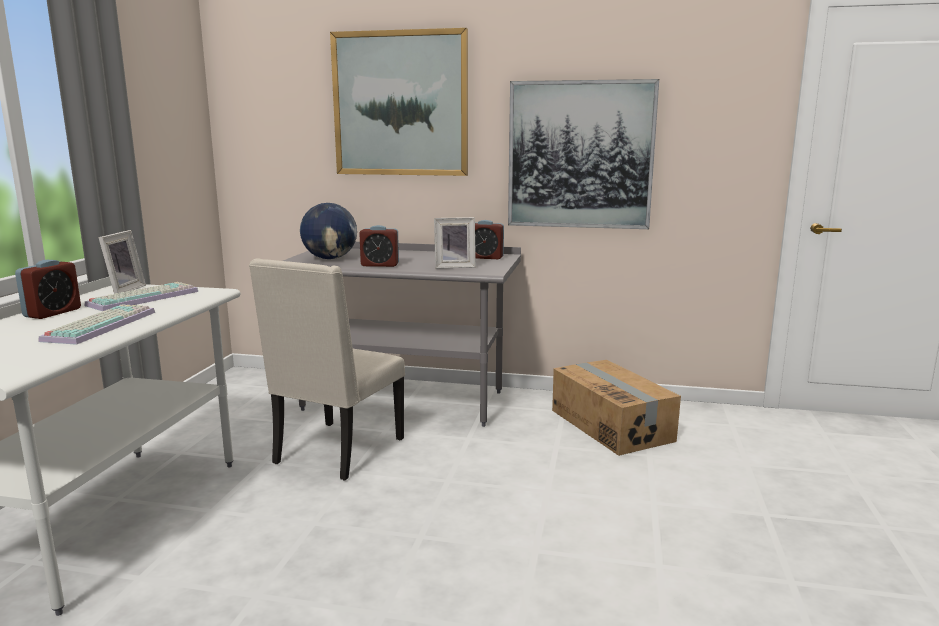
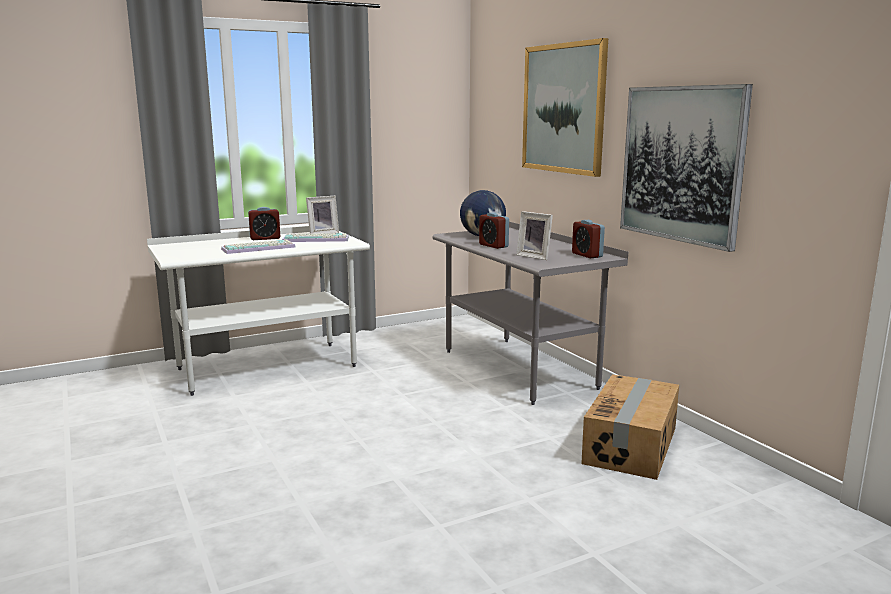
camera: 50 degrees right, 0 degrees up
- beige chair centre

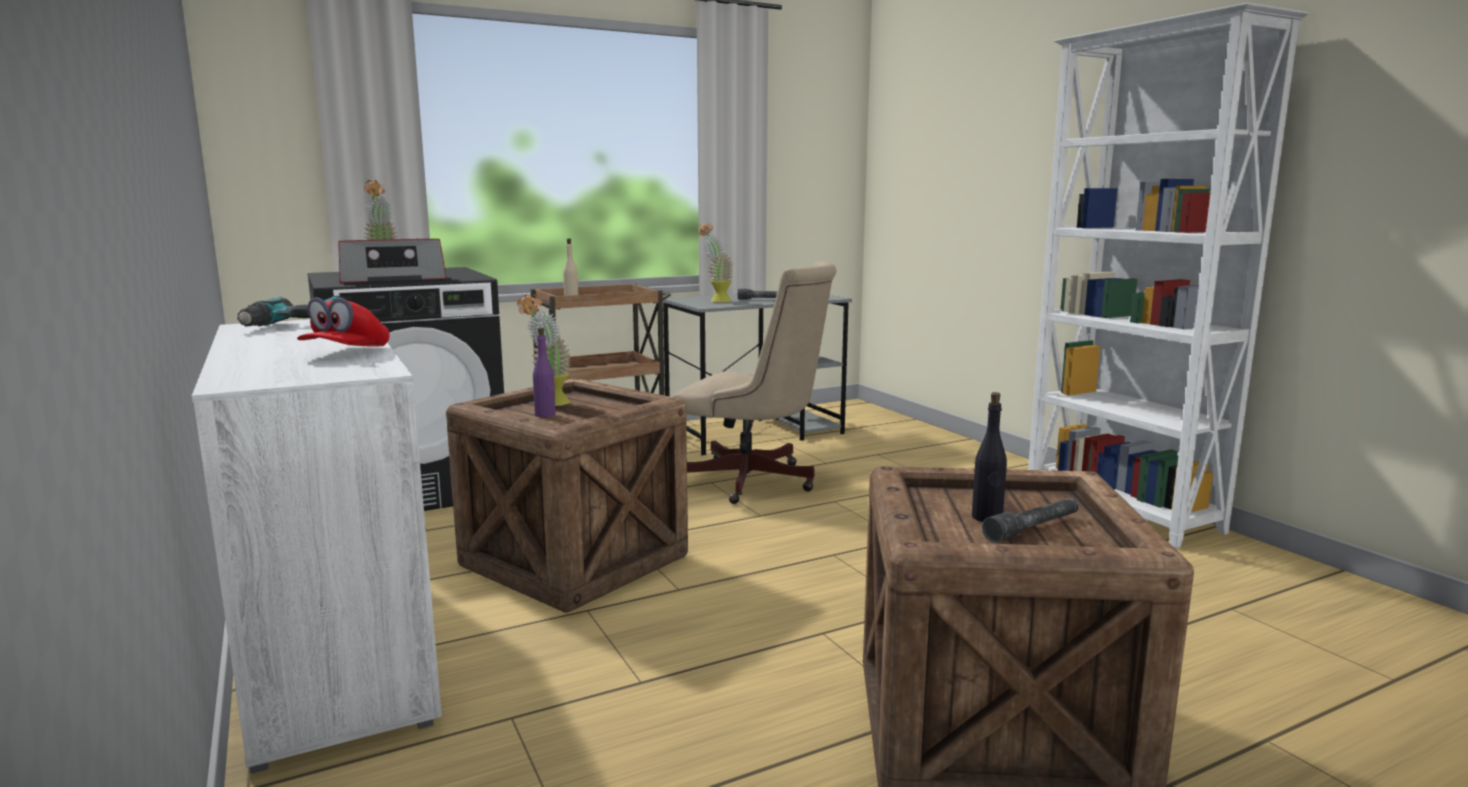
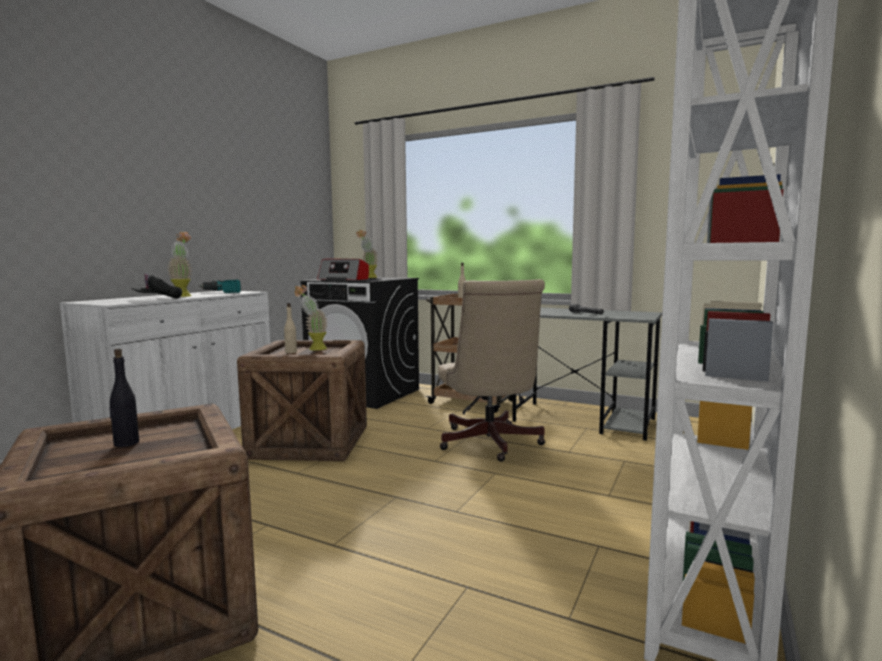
camera: 55 degrees right, 5 degrees down
- grey flashlight (no. 2 from left) middle right
~ potted plant (no. 3 from left in the first image) top centre to potted plant (no. 1 from left) middle left
~ red cap middle left to black cap middle left
~ purple bottle centre to beige bottle (no. 1 from left) middle left

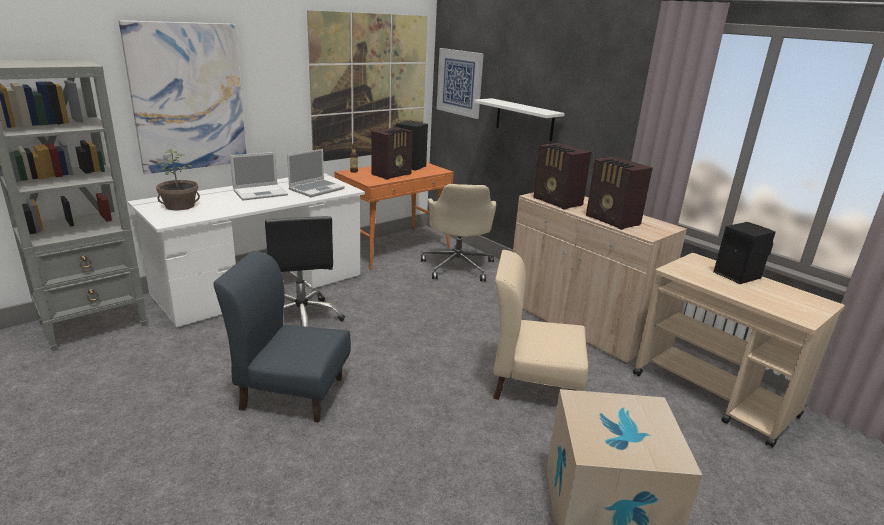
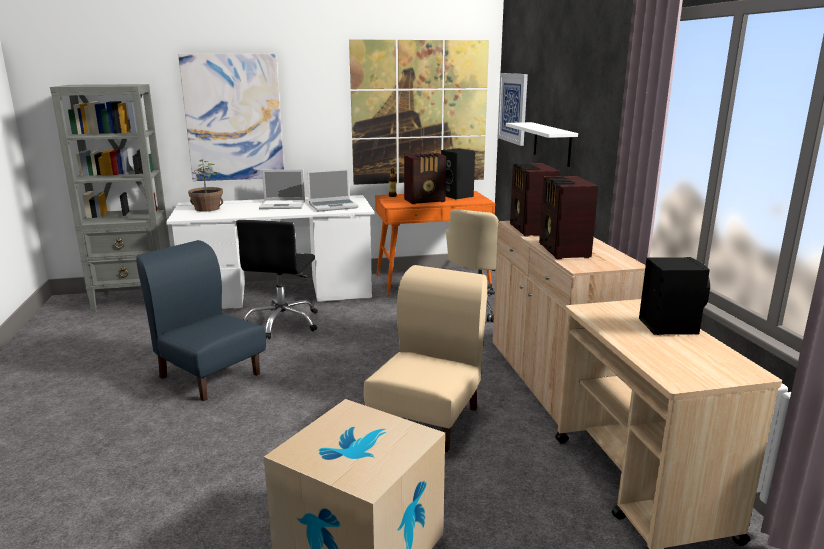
camera: 30 degrees right, 5 degrees down
~ beige chair centre = centre 75 degrees clockwise

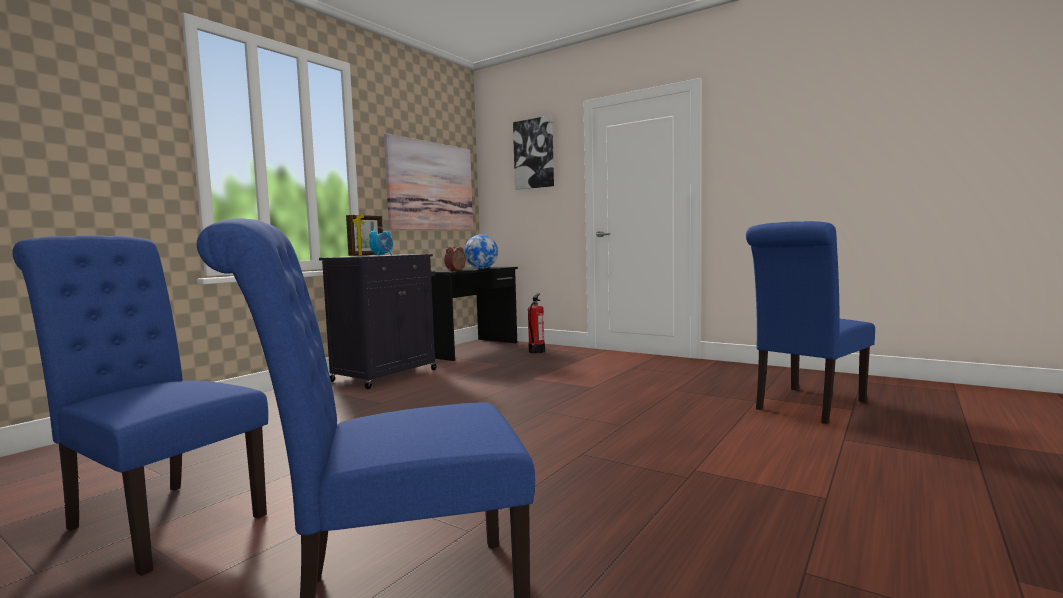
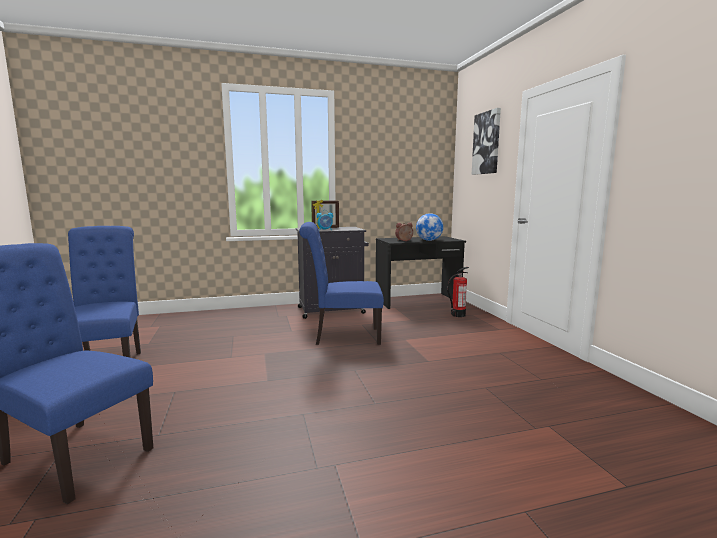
camera: 40 degrees right, 5 degrees up
- picture (no. 1 from left) top centre
~ blue chair (no. 3 from left) middle right to centre

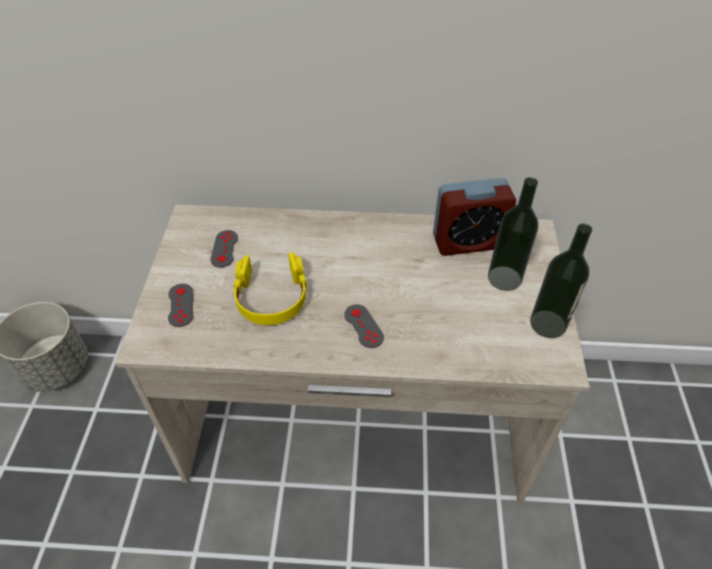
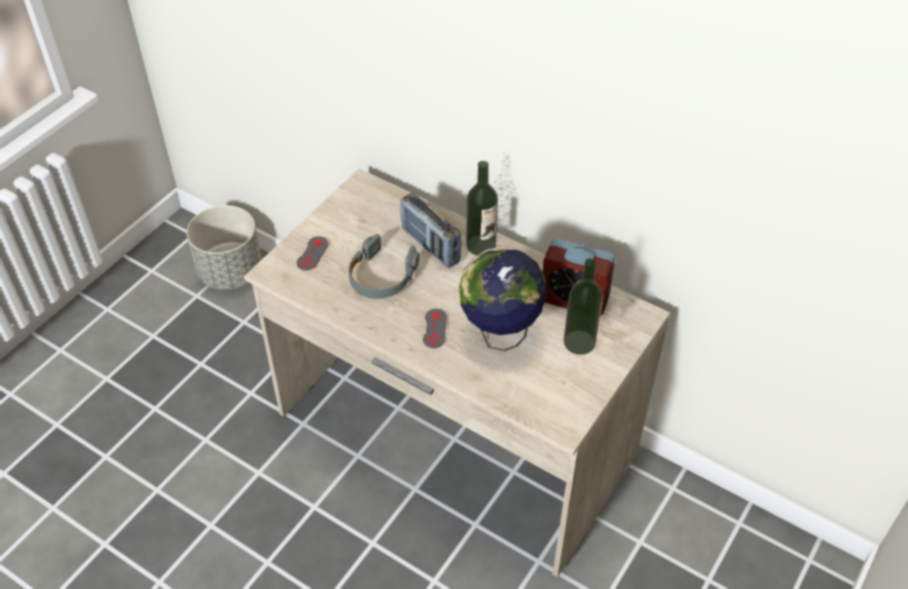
camera: 30 degrees right, 0 degrees up
- grey game controller (no. 2 from left) middle left
+ radio centre
+ globe centre
~ bottle (no. 2 from left in the first image) middle right to bottle (no. 1 from left) centre
~ yellow headphones centre to grey headphones centre

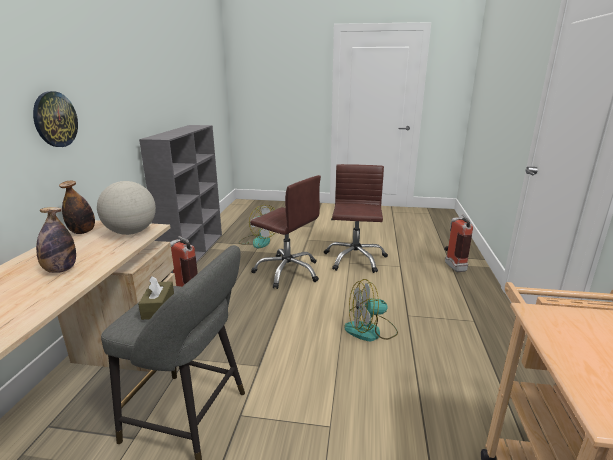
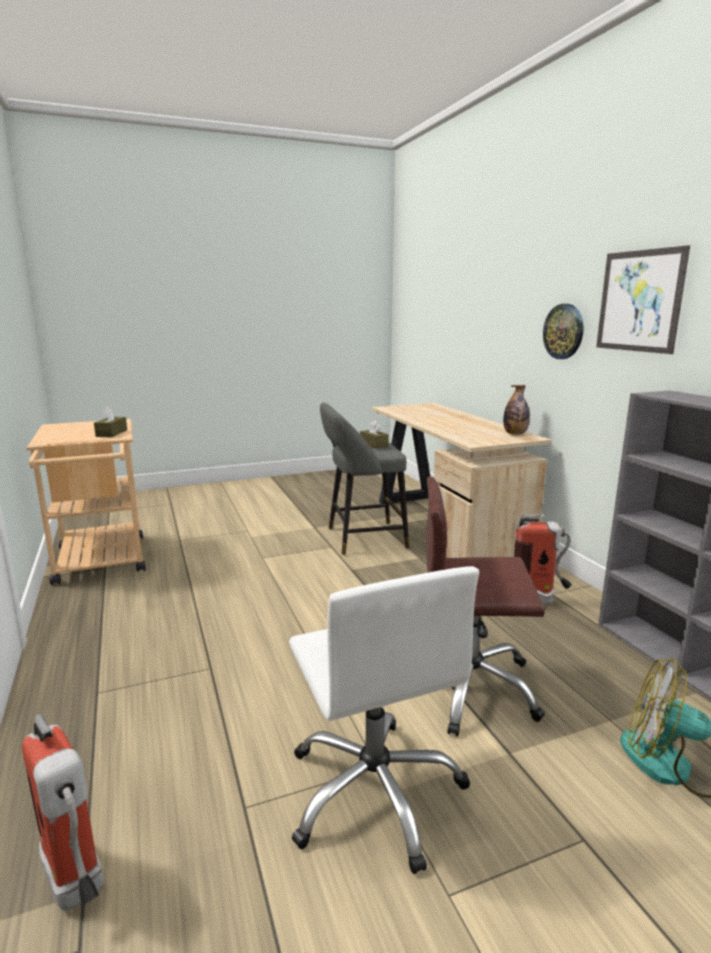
camera: 150 degrees right, 5 degrees down
- bottle (no. 1 from left) middle left
- globe middle left
- fan (no. 2 from left) bottom centre
+ brown tissue box (no. 1 from left) middle left
+ picture top right
~ brown office chair (no. 2 from left) centre to white office chair bottom centre

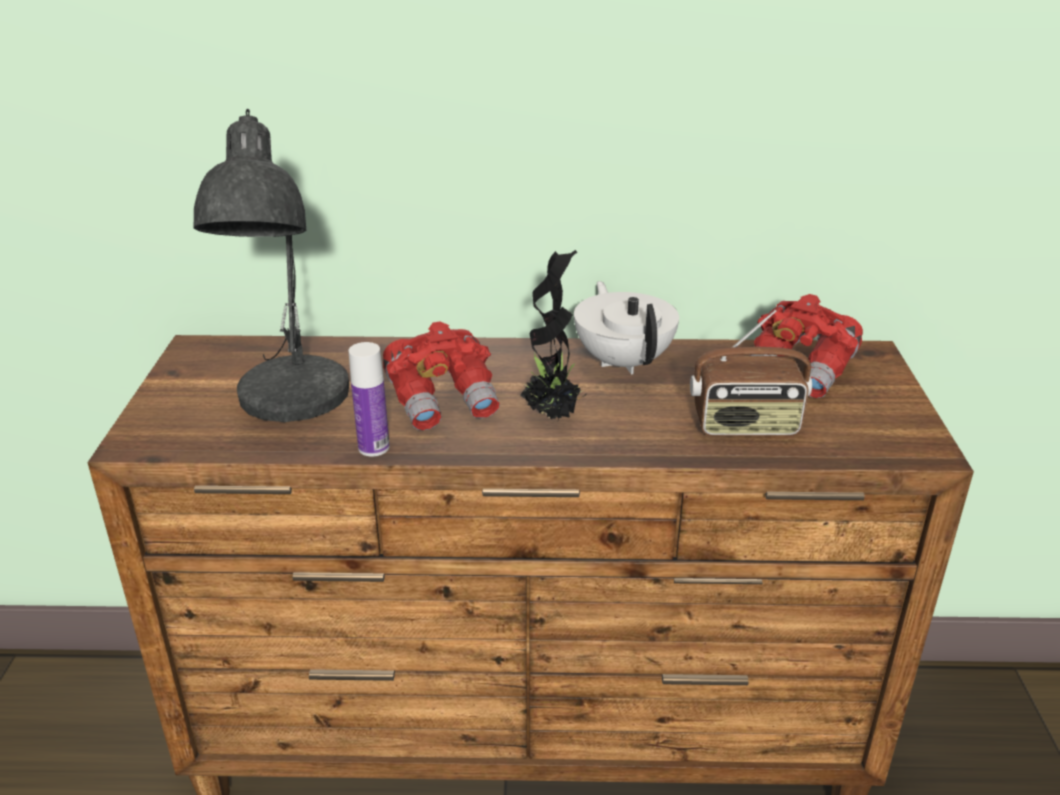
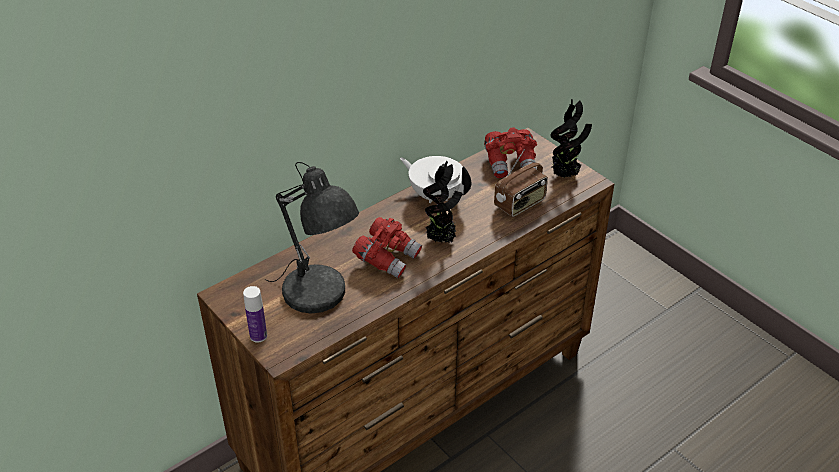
camera: 40 degrees left, 10 degrees up
+ potted plant (no. 2 from left) top right
~ bottle centre to middle left

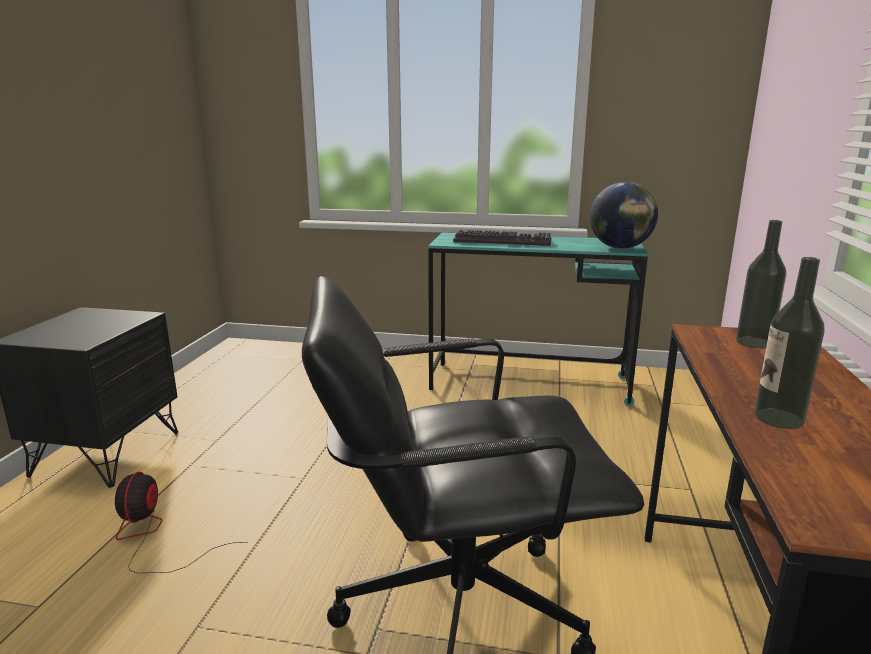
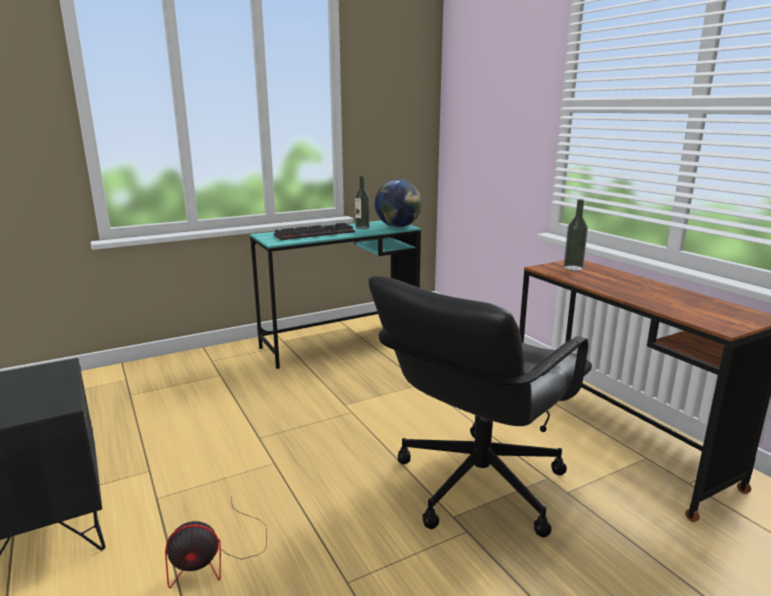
camera: 40 degrees left, 0 degrees up
~ bottle (no. 2 from left in the first image) middle right to bottle (no. 1 from left) centre
~ fan bottom left = bottom left 60 degrees counterclockwise

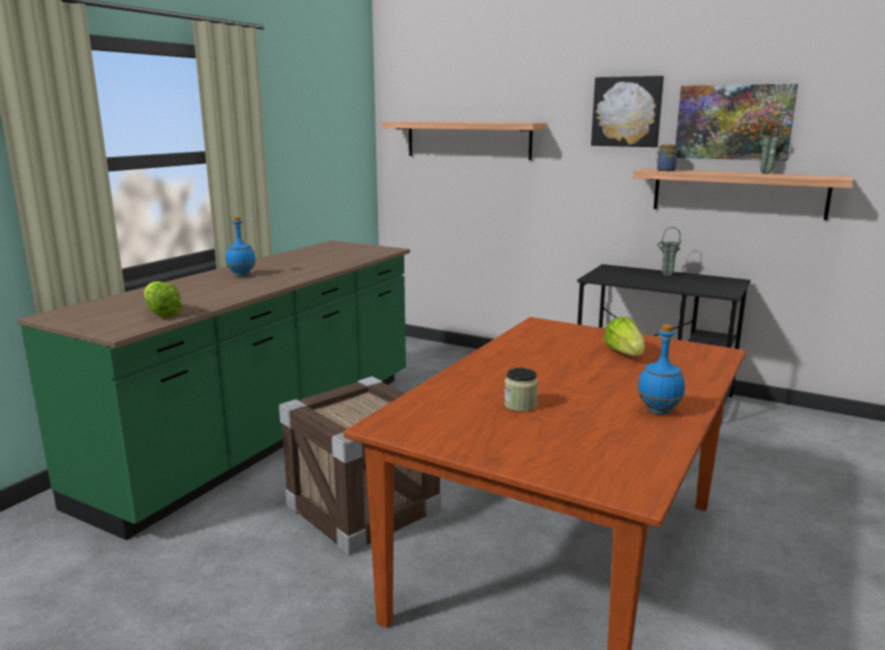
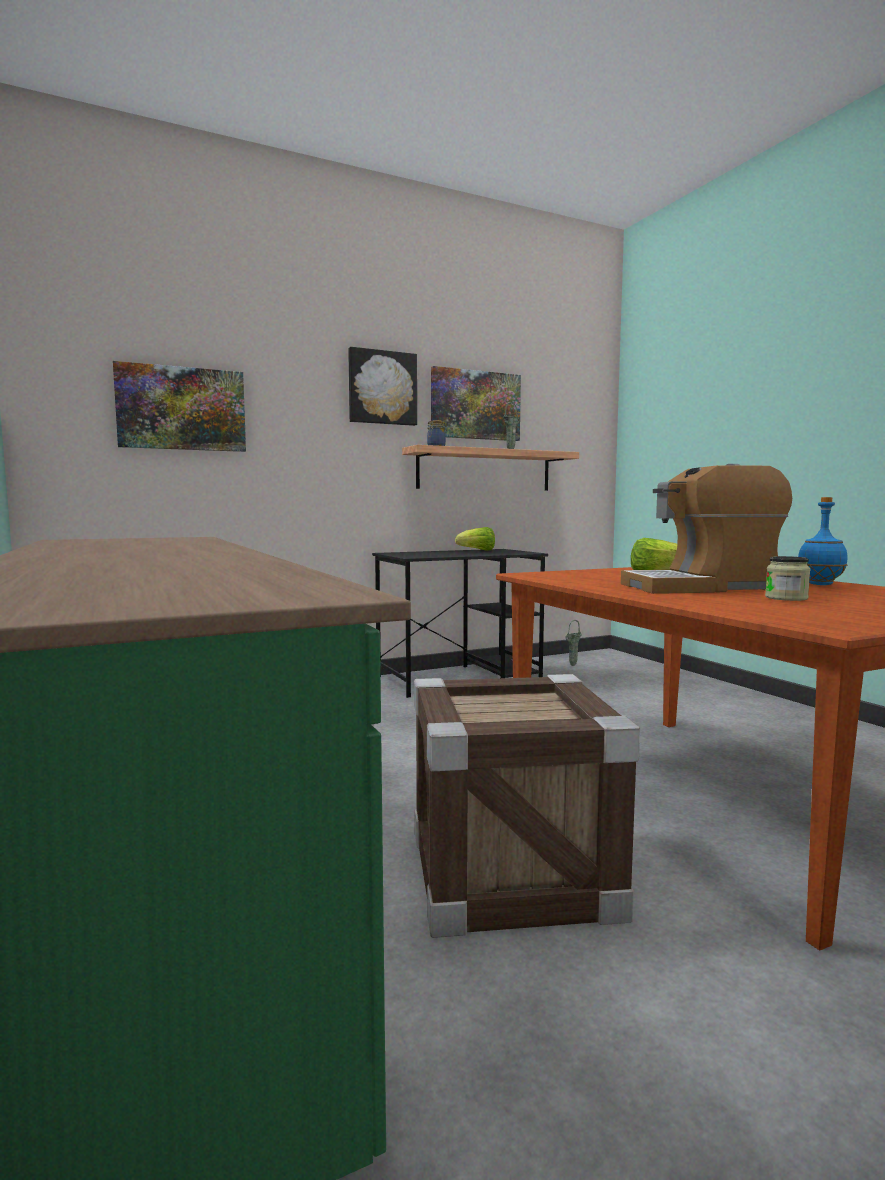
camera: 55 degrees left, 10 degrees down
- blue bottle (no. 1 from left) middle left
+ coffee machine middle right
~ lettuce (no. 1 from left) middle left to centre
~ green vase (no. 1 from left in the first image) middle right to green vase (no. 2 from left) centre
~ shelf (no. 1 from left) top centre to picture (no. 1 from left) middle left

